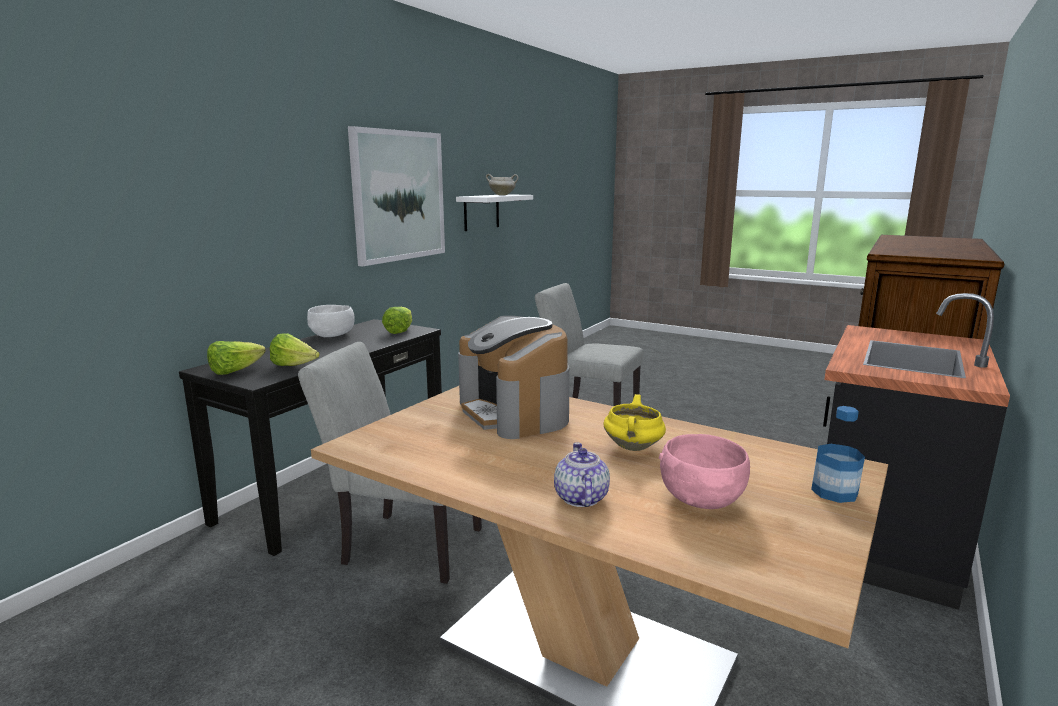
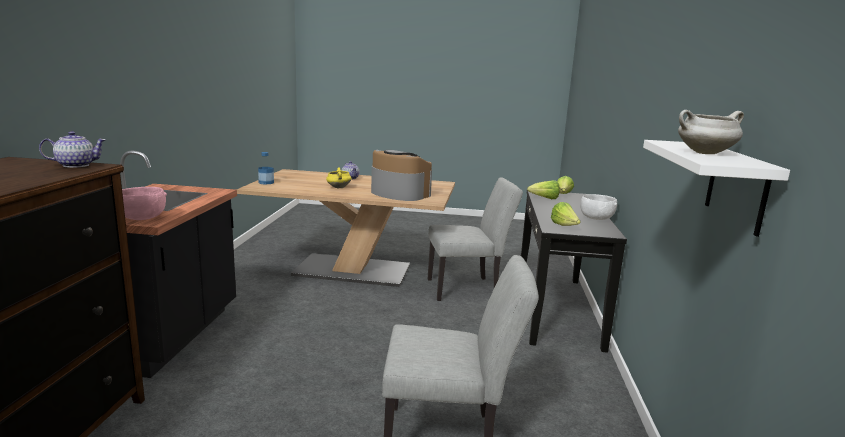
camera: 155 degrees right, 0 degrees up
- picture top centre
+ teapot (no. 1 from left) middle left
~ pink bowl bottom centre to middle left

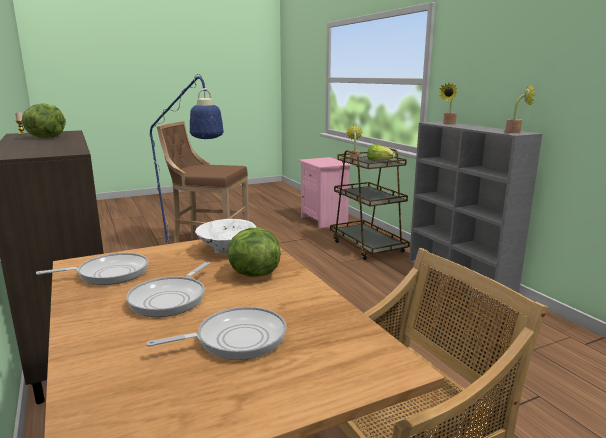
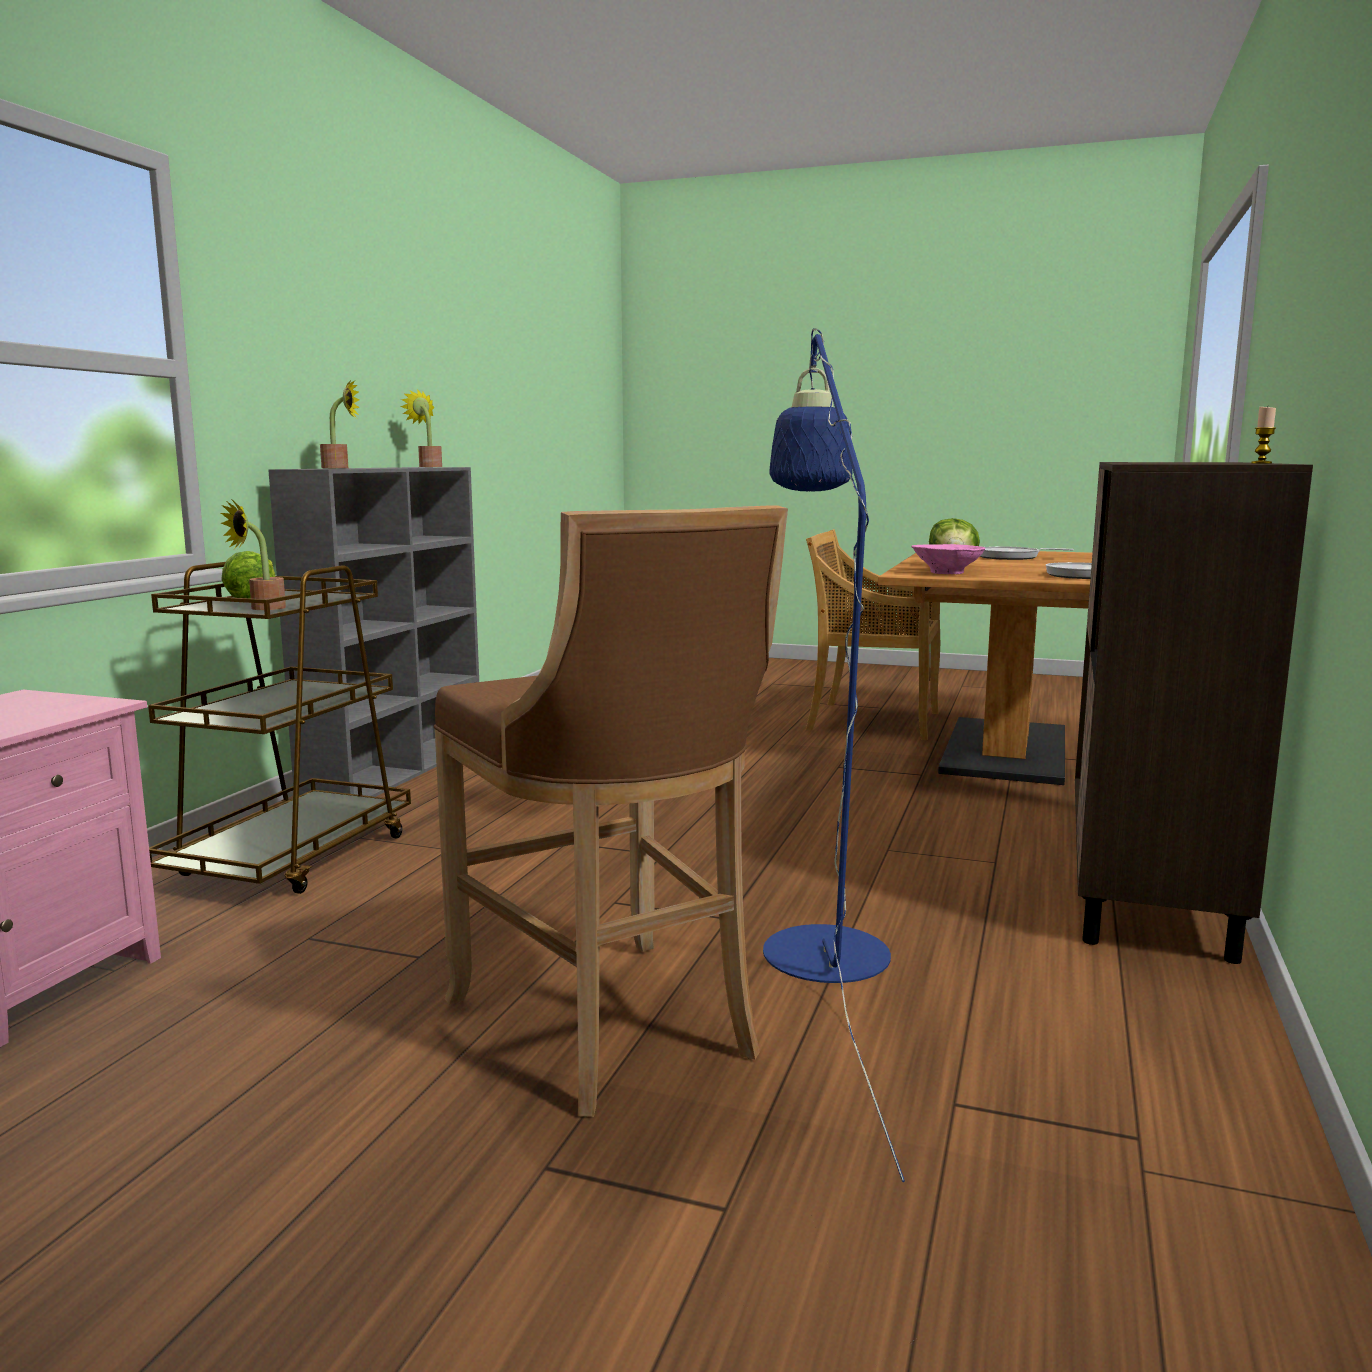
camera: 135 degrees left, 5 degrees down
- lettuce (no. 1 from left) top left
- frying pan (no. 2 from left) middle left
~ white bowl centre to pink bowl middle right

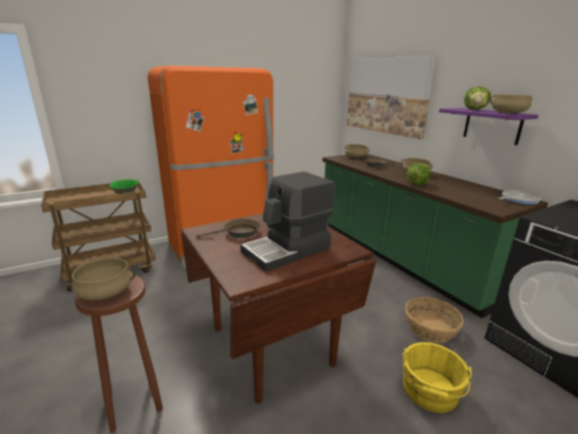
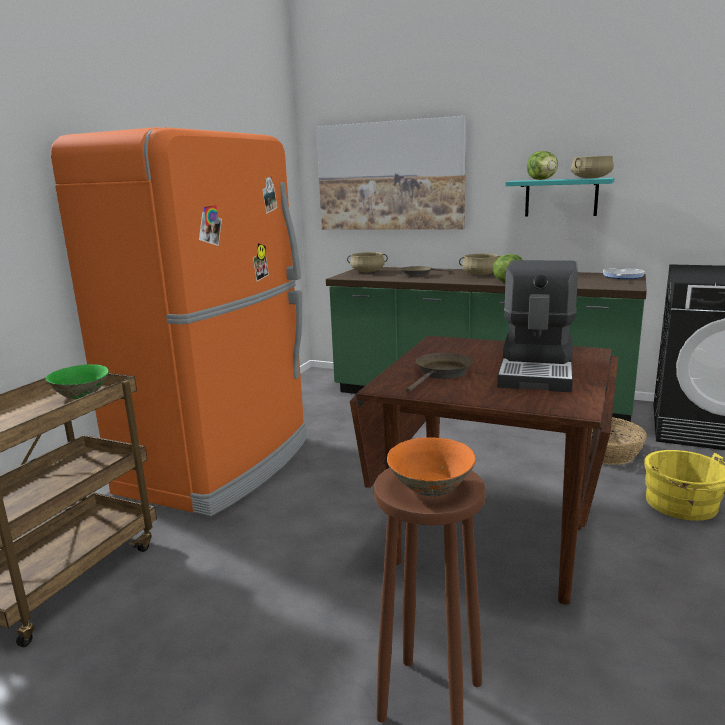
camera: 35 degrees left, 5 degrees down
~ beige cooking pot (no. 1 from left) middle left to orange bowl centre
~ purple shelf top right to turquoise shelf top right

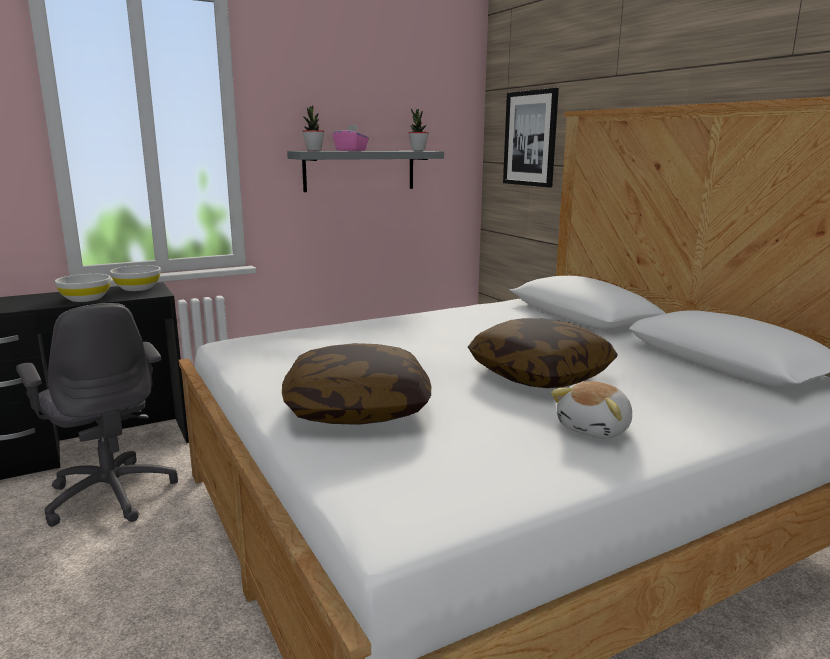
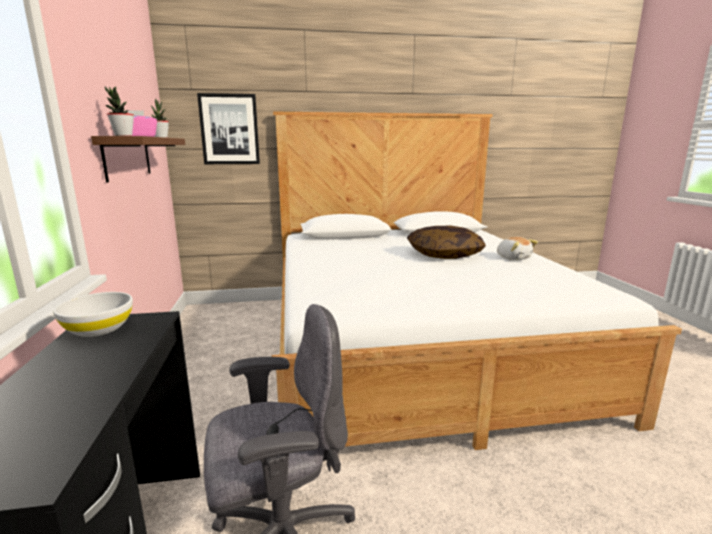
camera: 70 degrees left, 0 degrees up
- white bowl (no. 1 from left) middle left
- pillow (no. 1 from left) centre
~ grey shelf top centre to brown shelf top left

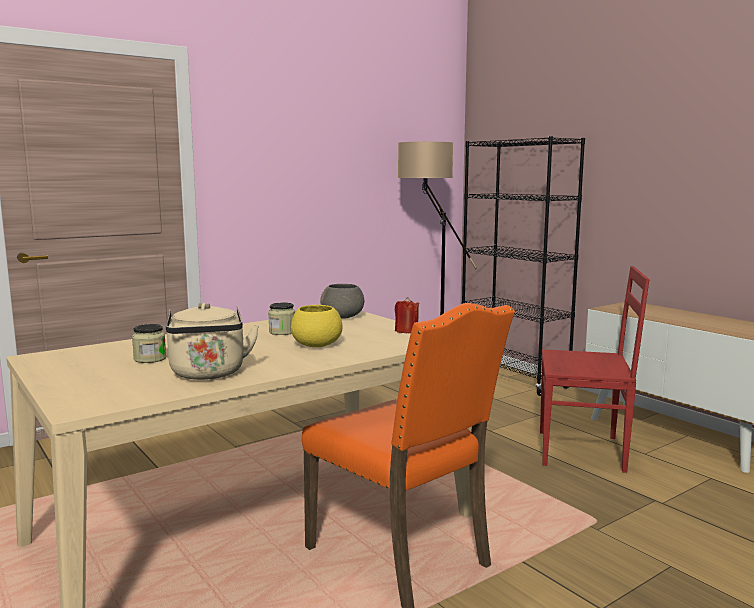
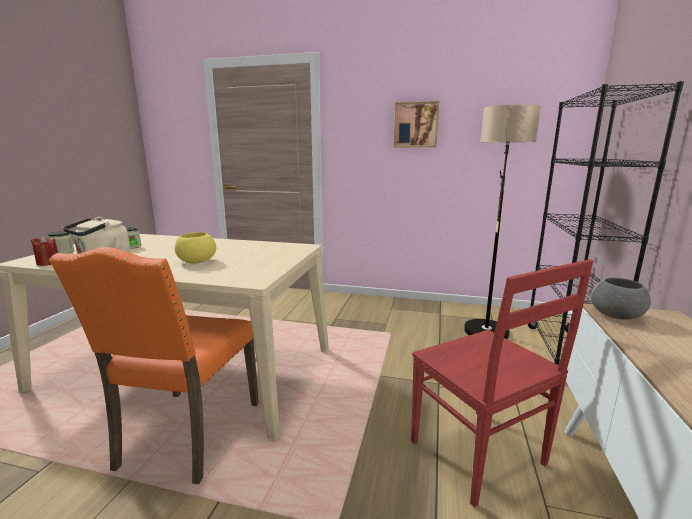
camera: 50 degrees right, 5 degrees up
+ picture top centre
~ jar (no. 2 from left in the first image) centre to jar (no. 1 from left) middle left
~ grey bowl centre to middle right
~ red candle centre to middle left

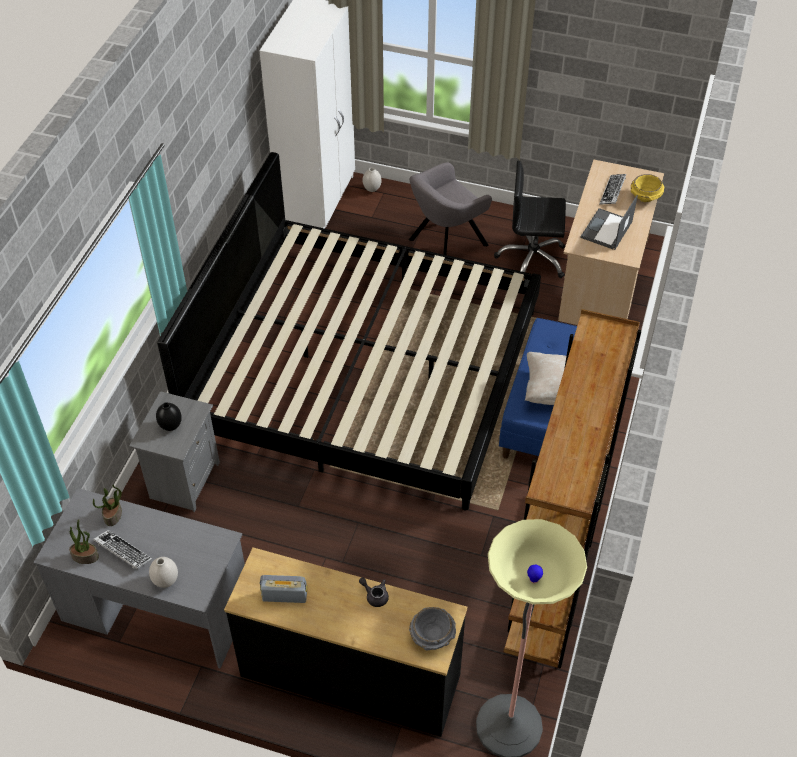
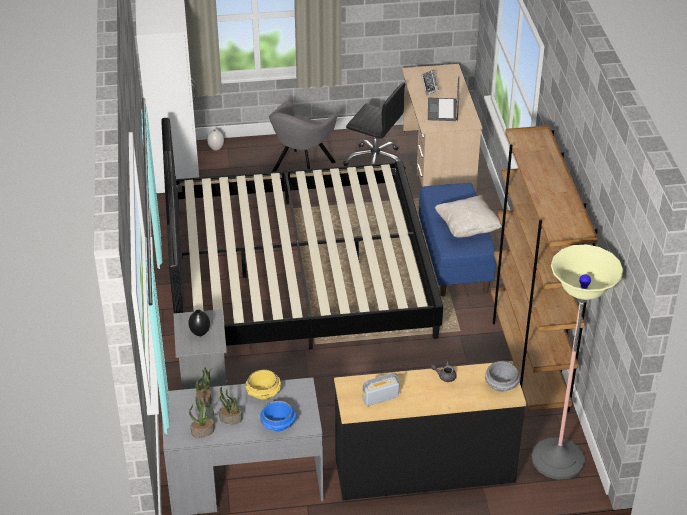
camera: 25 degrees left, 10 degrees down
~ yellow bowl top right to bottom centre
~ keyboard (no. 1 from left) bottom left to potted plant (no. 3 from left) bottom centre
~ white vase (no. 1 from left) bottom left to blue bowl bottom centre
~ black office chair top centre = top centre 135 degrees counterclockwise

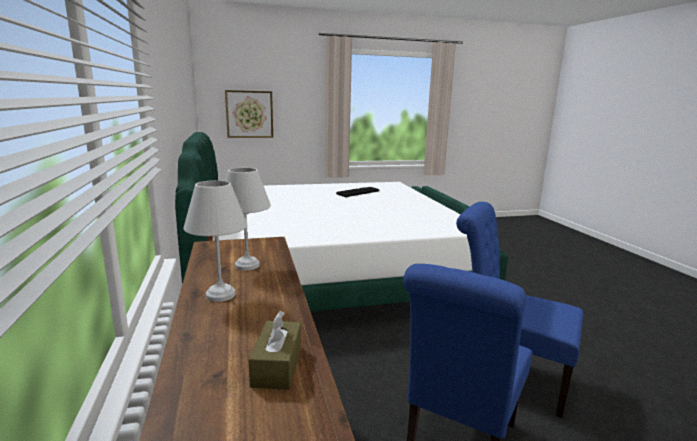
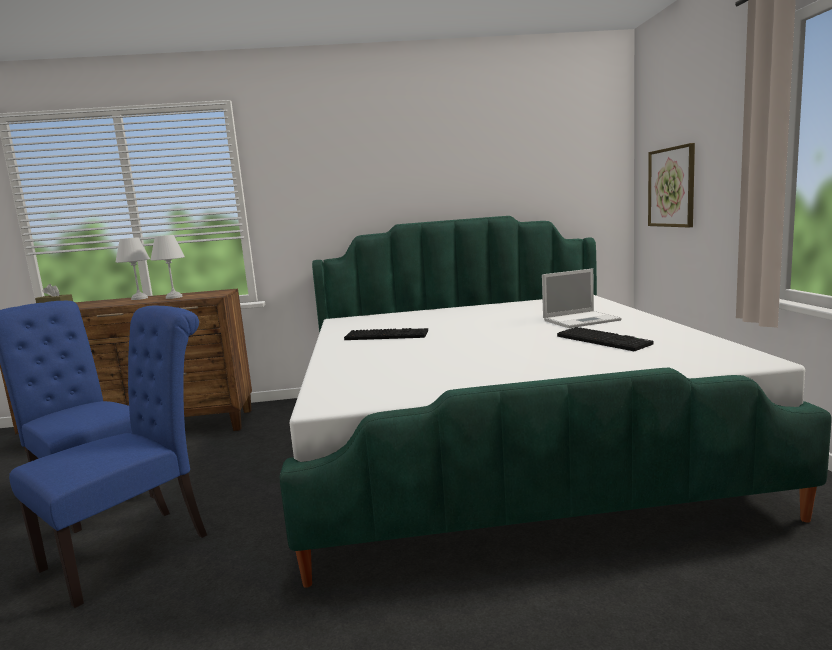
camera: 100 degrees right, 5 degrees down
+ keyboard (no. 1 from left) centre
+ laptop middle right

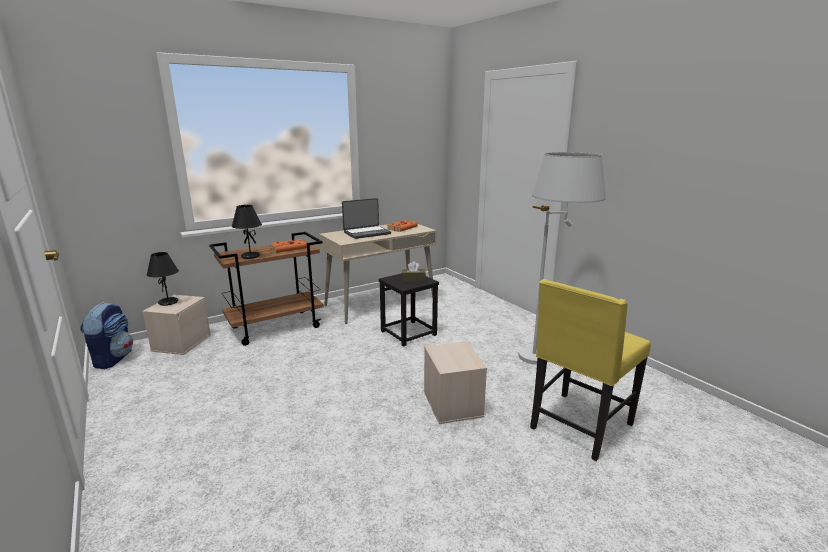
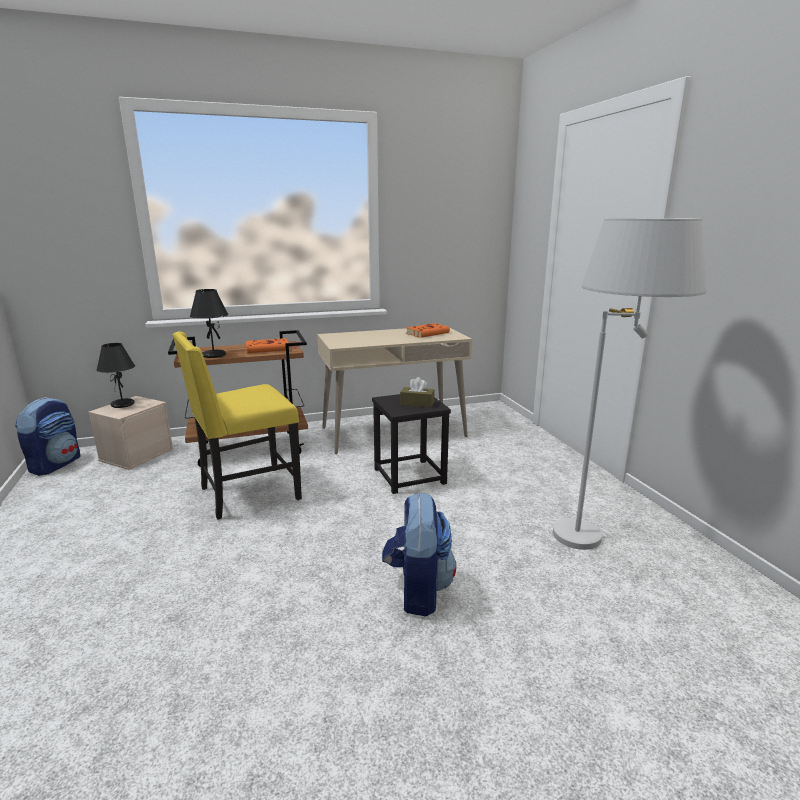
camera: 15 degrees right, 0 degrees up
- laptop centre
~ yellow chair bottom right to middle left
~ beige storage box (no. 2 from left) bottom centre to backpack (no. 2 from left) bottom centre

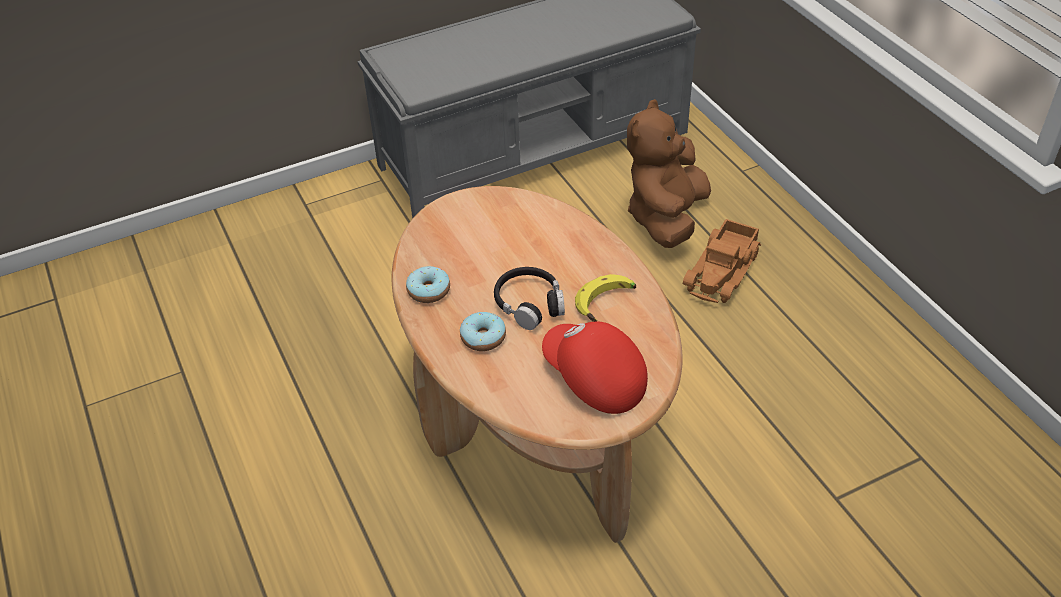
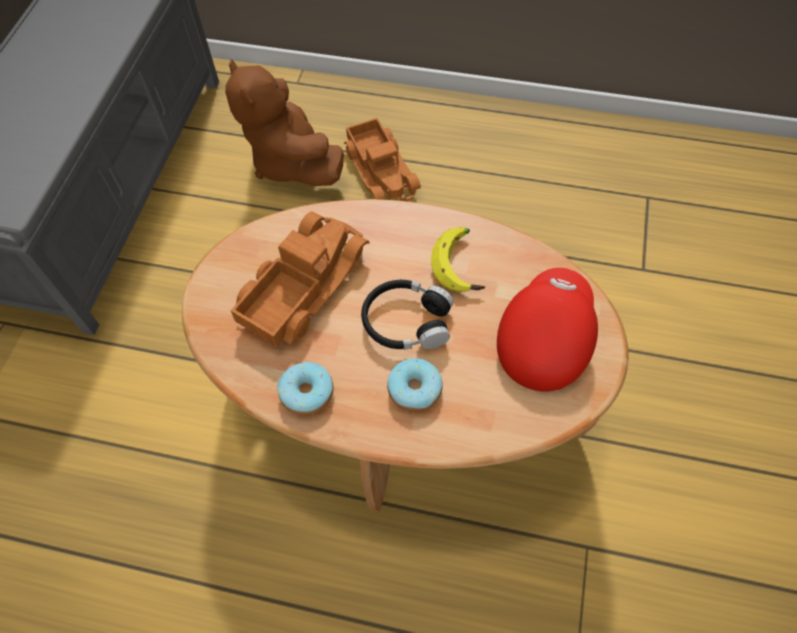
camera: 50 degrees left, 15 degrees up
+ toy truck (no. 1 from left) centre
~ red cap centre = middle right 120 degrees clockwise

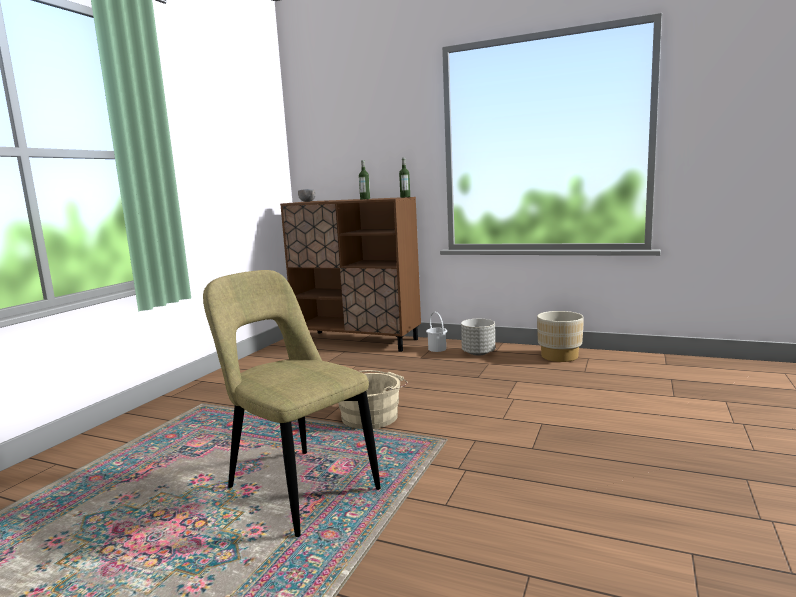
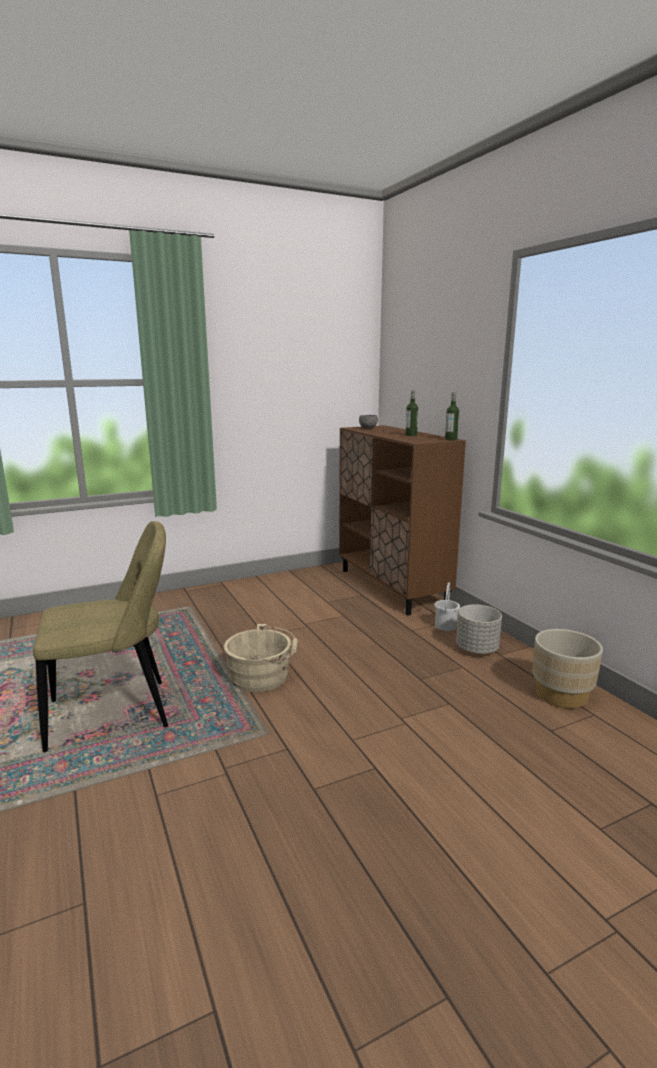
camera: 40 degrees right, 5 degrees up
~ beige chair bottom centre = middle left 75 degrees clockwise

